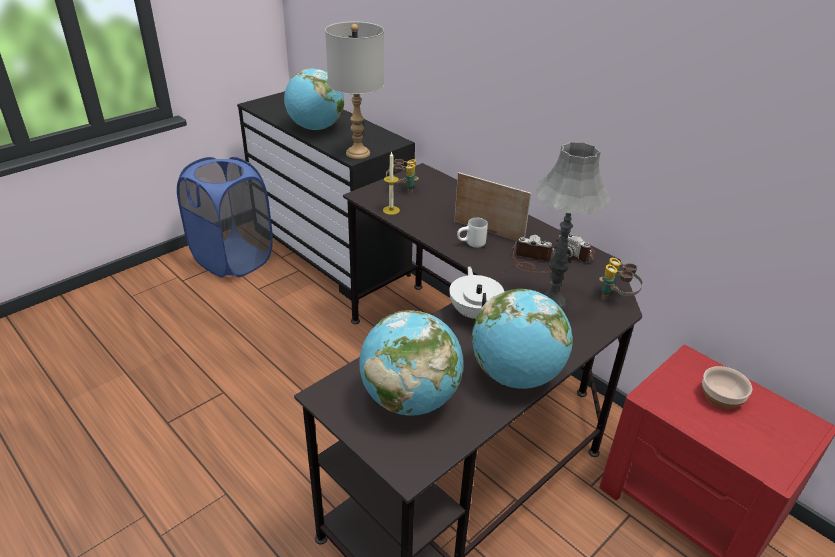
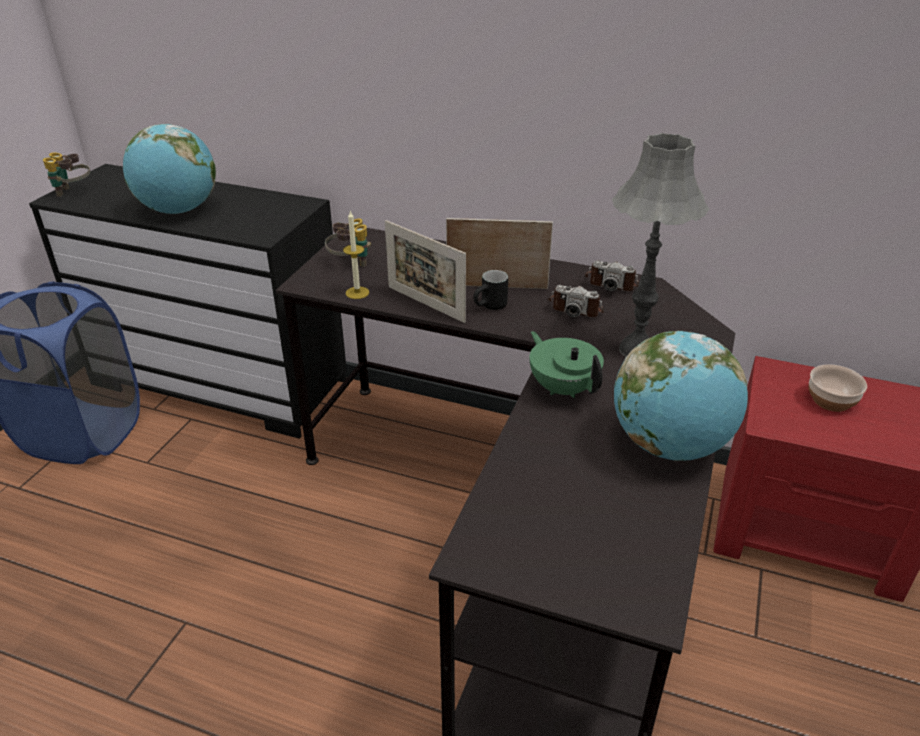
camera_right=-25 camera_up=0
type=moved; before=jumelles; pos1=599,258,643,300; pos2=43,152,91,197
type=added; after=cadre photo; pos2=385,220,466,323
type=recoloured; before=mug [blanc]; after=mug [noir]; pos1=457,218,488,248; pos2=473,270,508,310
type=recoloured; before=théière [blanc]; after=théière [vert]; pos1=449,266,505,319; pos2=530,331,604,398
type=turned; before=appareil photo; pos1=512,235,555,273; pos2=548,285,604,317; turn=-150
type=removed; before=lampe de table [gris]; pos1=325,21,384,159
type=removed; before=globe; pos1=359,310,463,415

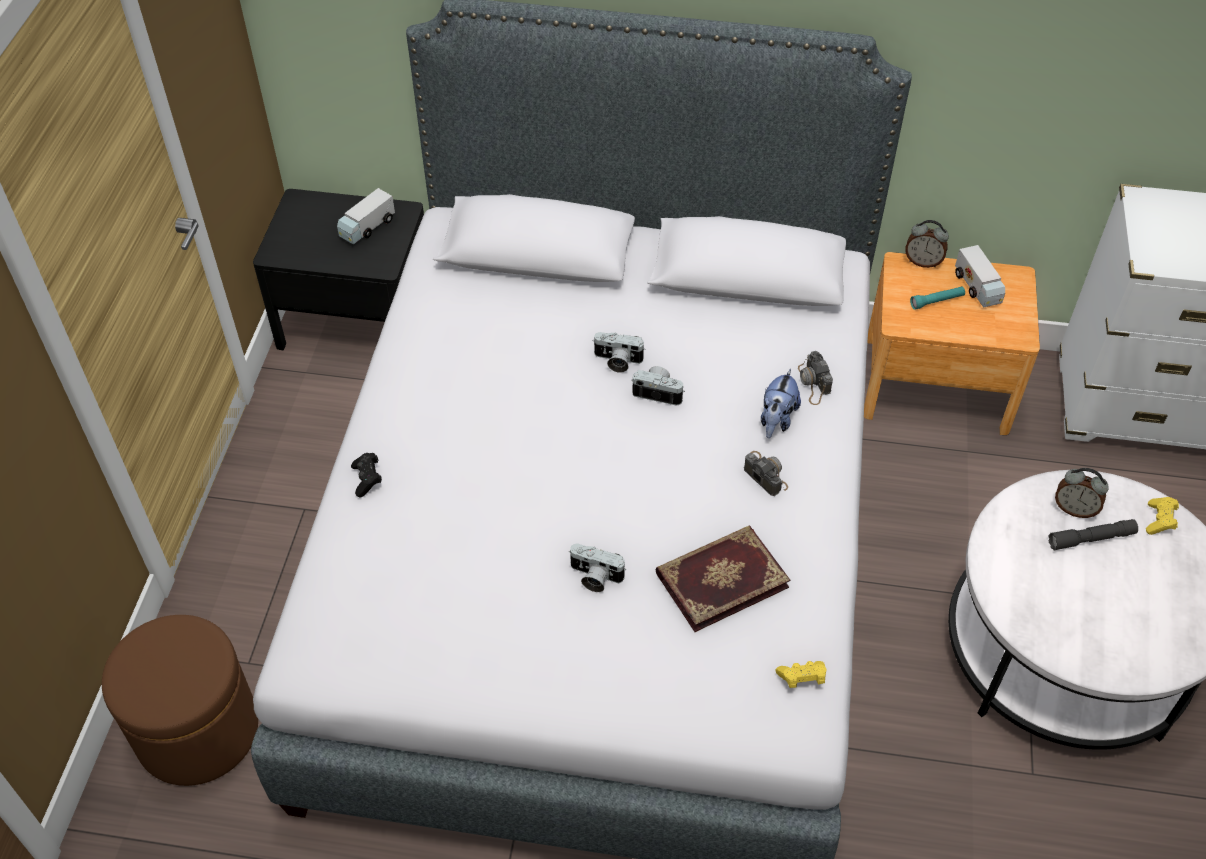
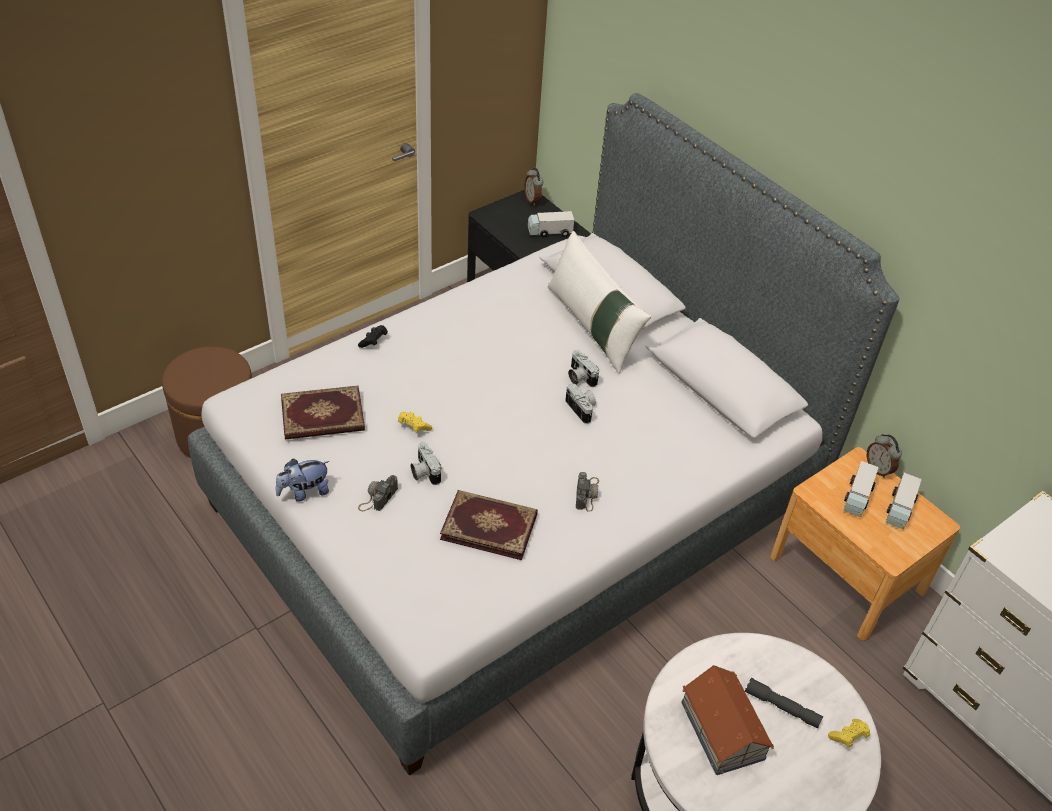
camera_right=40 camera_up=-5
type=moved; before=peluche; pos1=761,369,801,438; pos2=276,459,329,502
type=added; after=livre; pos2=281,385,365,440
type=moved; before=appareil photo; pos1=798,351,833,405; pos2=358,475,398,511
type=moved; before=manette [jaune]; pos1=775,661,827,688; pos2=398,412,432,432
type=moved; before=réveil; pos1=1055,468,1109,518; pos2=524,168,543,206
type=added; after=coussin [blanc]; pos2=548,231,651,374
type=added; after=maison miniature; pos2=681,665,774,775
type=replaced; before=lampe de poche [turquoise]; after=camion jouet; pos1=910,286,965,310; pos2=843,461,879,517

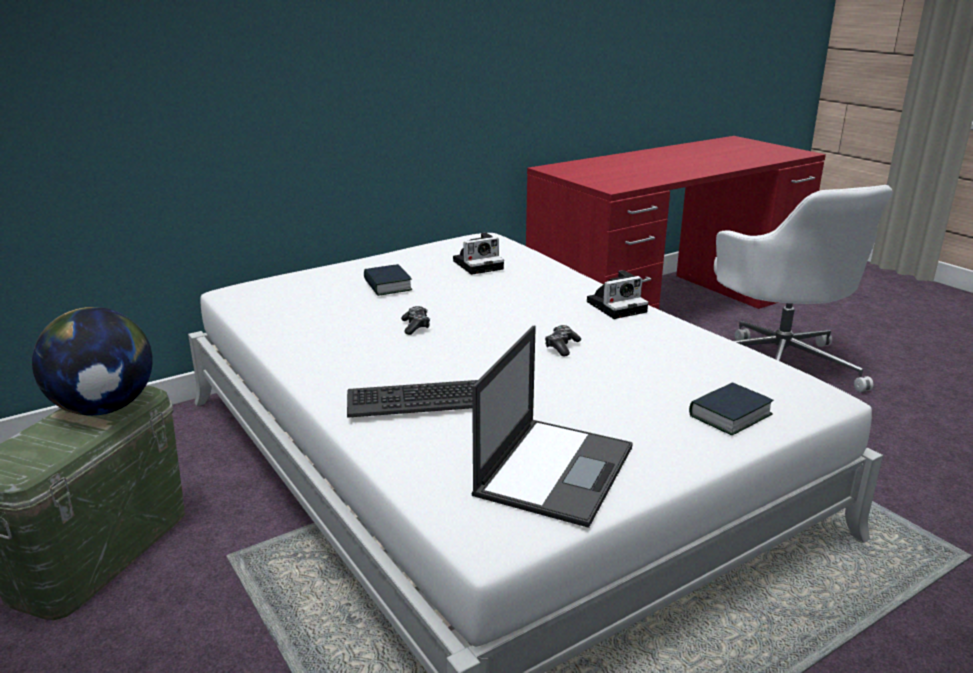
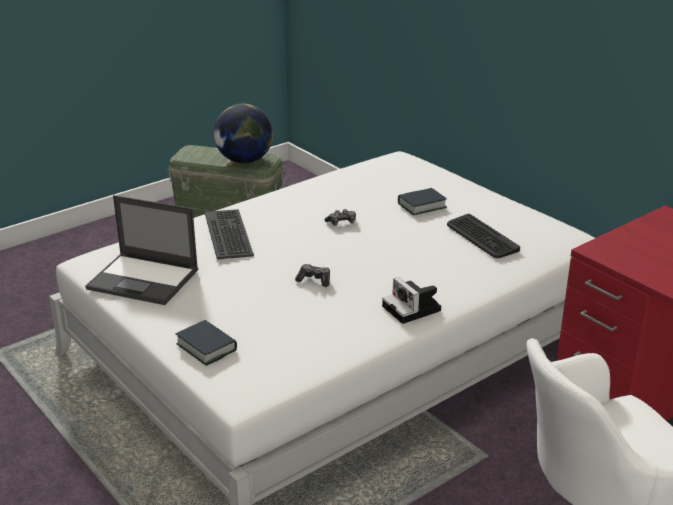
camera_right=85 camera_up=5
type=replaced; before=appareil photo; after=clavier; pos1=453,232,504,275; pos2=447,214,520,258

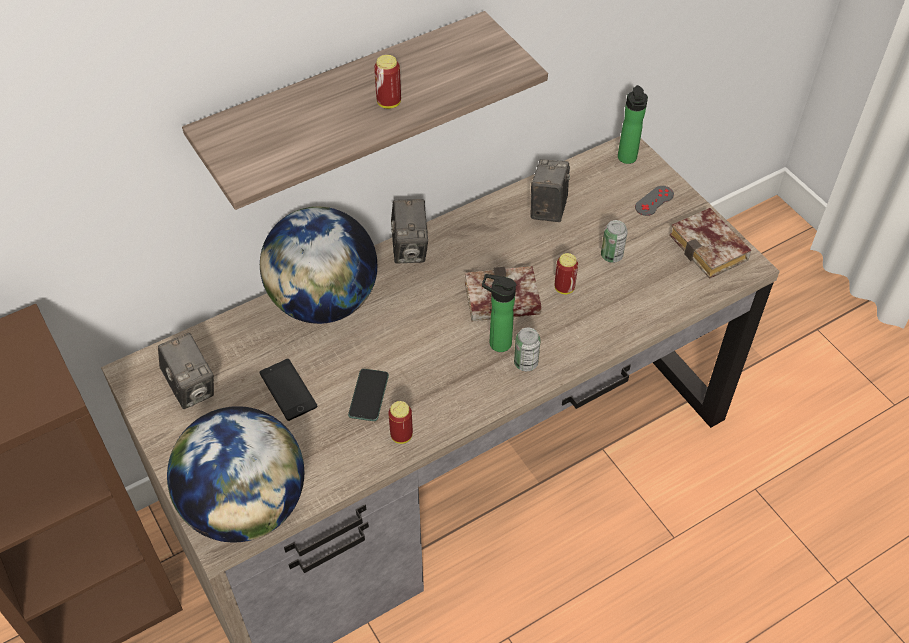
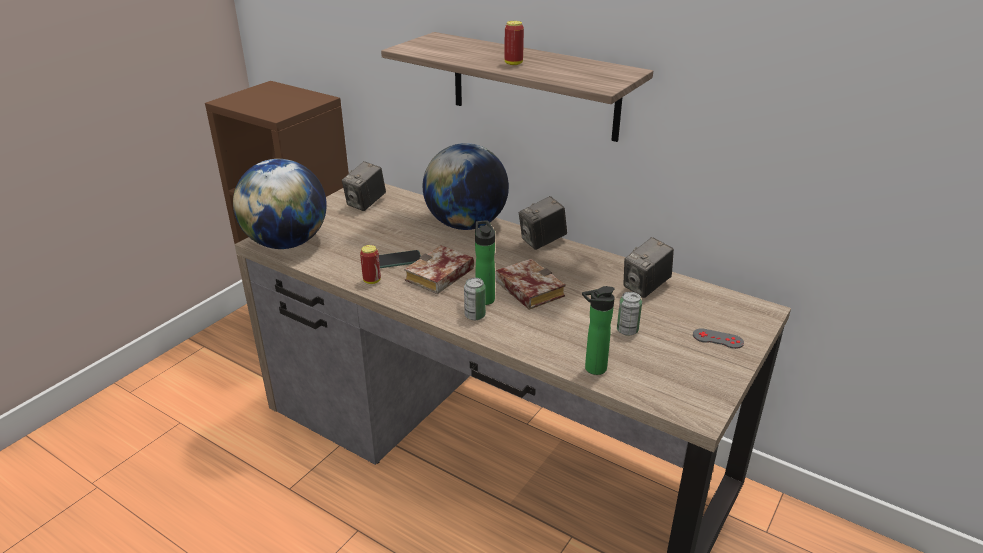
camera_right=65 camera_up=-20
type=moved; before=livre; pos1=669,208,751,279; pos2=404,246,474,294
type=moved; before=bouteille; pos1=618,85,648,164; pos2=582,286,615,375
type=turned; before=appareil photo; pos1=531,159,570,222; pos2=623,237,674,298; turn=150
type=removed; before=téléphone; pos1=260,359,317,421
type=removed; before=boîte métallique; pos1=555,253,578,294

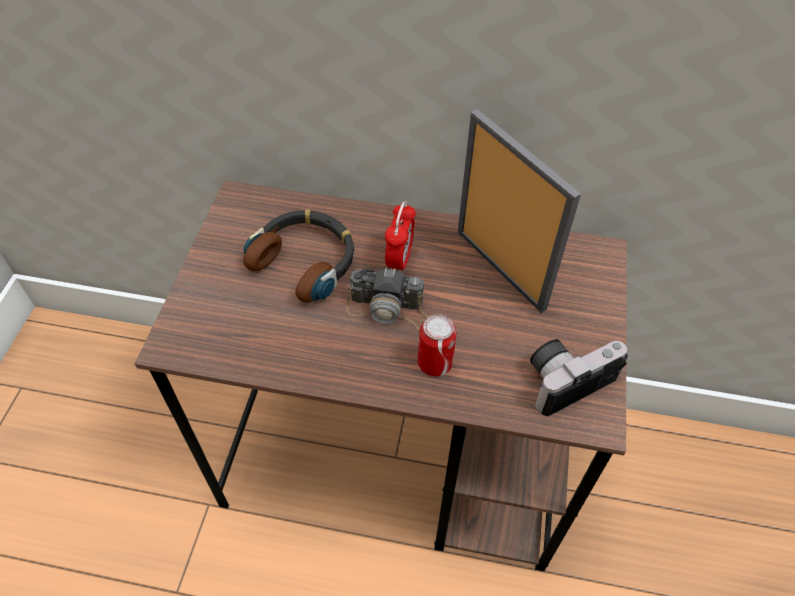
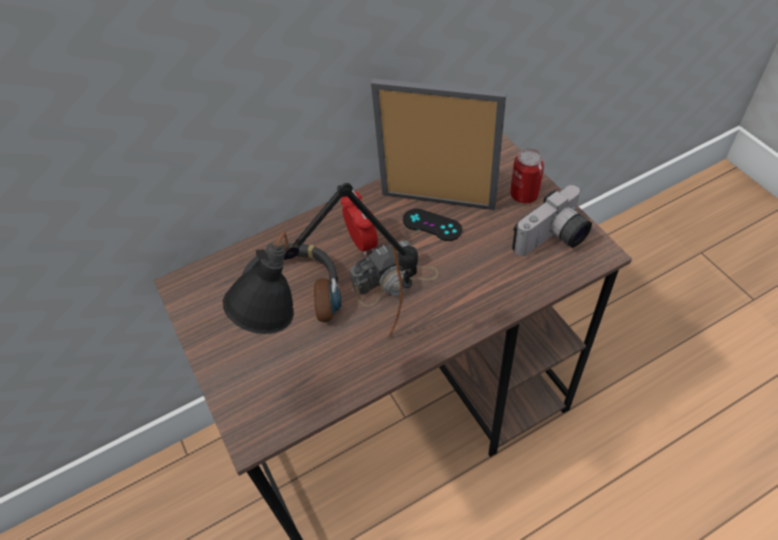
camera_right=-35 camera_up=0
type=added; after=lampe de table [noir]; pos2=222,183,418,338
type=added; after=manette [noir]; pos2=403,208,462,241
type=moved; before=boîte métallique; pos1=418,314,456,376; pos2=510,148,544,203
type=turned; before=appareil photo; pos1=530,339,628,416; pos2=512,185,592,256; turn=-150

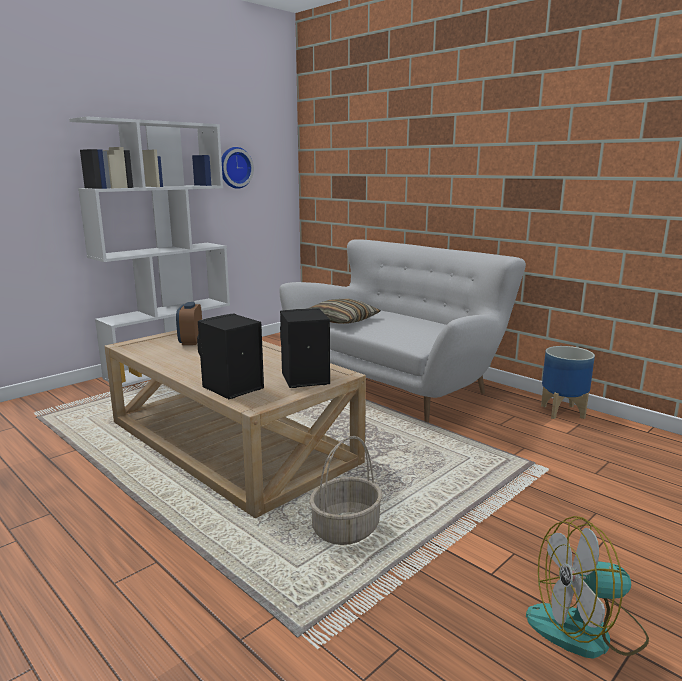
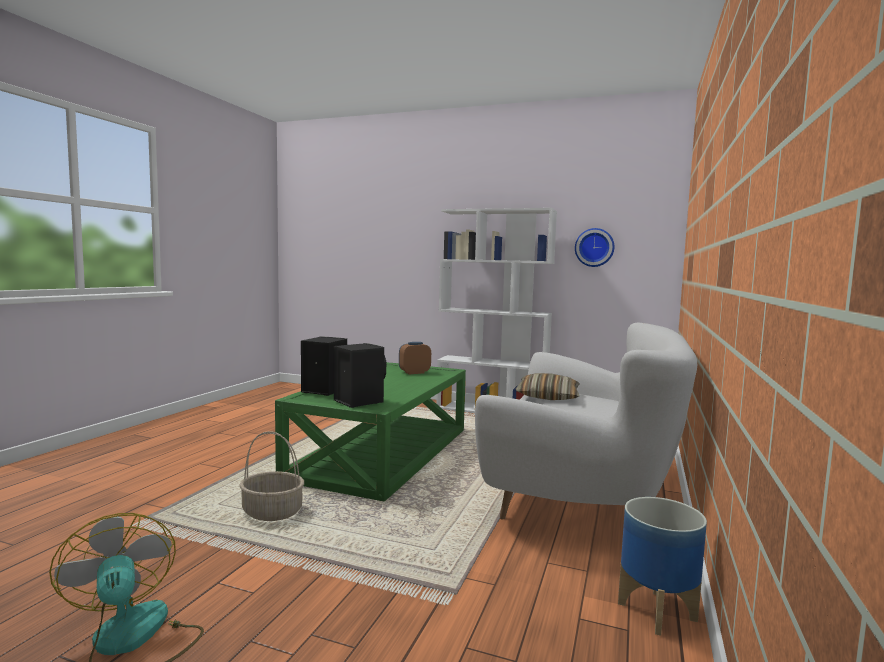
camera_right=65 camera_up=-10
type=recoloured; before=table basse [beige]; after=table basse [vert]; pos1=105,330,366,518; pos2=275,362,466,501

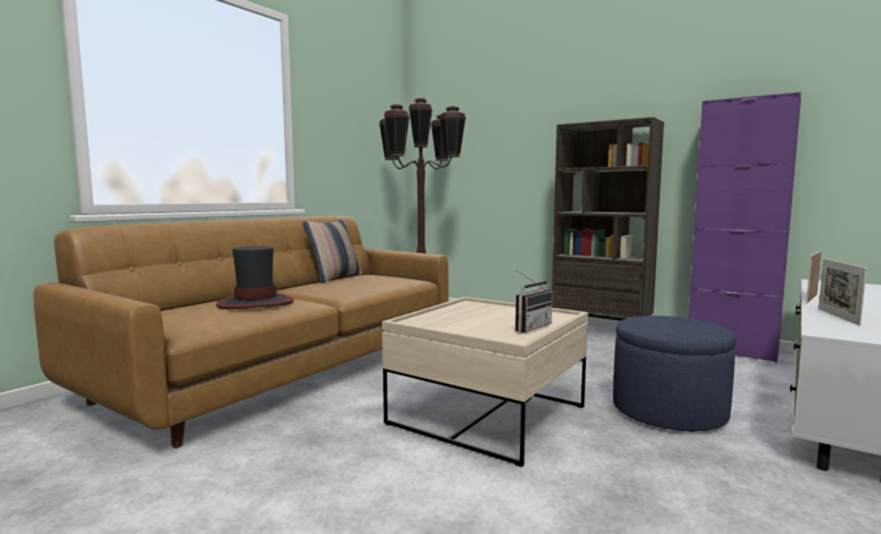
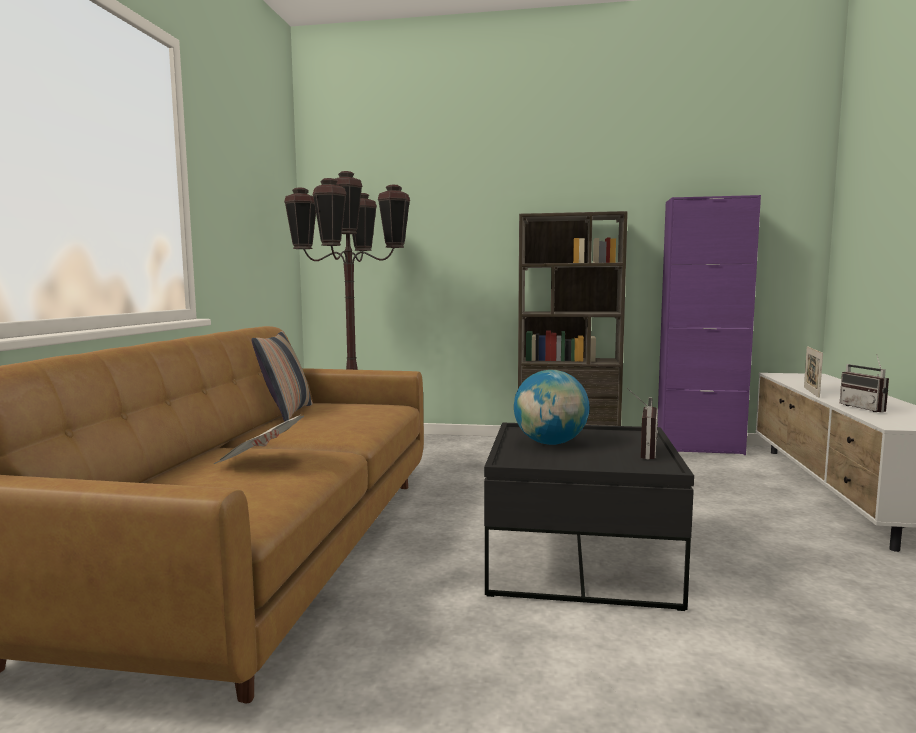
camera_right=-25 camera_up=0
type=replaced; before=chapeau; after=journal; pos1=216,246,294,309; pos2=214,415,304,464
type=recoloured; before=table basse [beige]; after=table basse [noir]; pos1=382,297,588,467; pos2=484,422,694,611
type=added; after=globe; pos2=514,370,589,445
type=replaced; before=cadre photo; after=radio; pos1=818,259,867,326; pos2=840,354,889,413
type=removed; before=pouf [bleu]; pos1=613,316,736,432

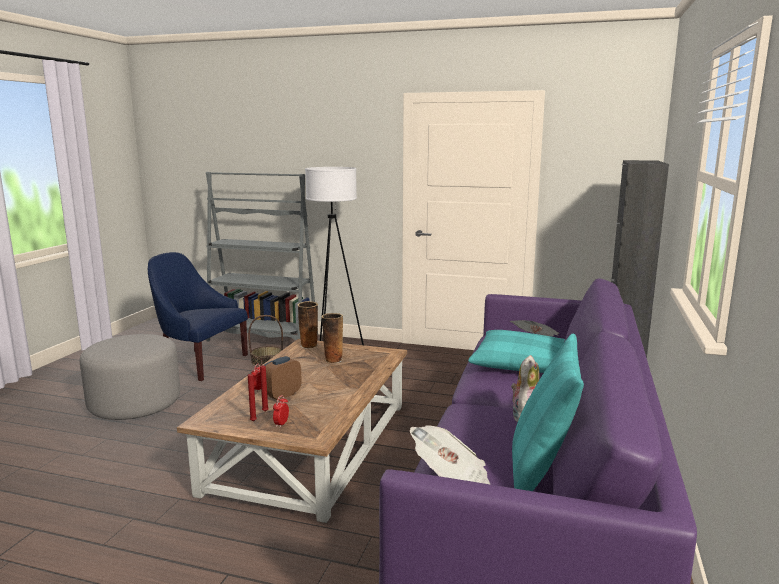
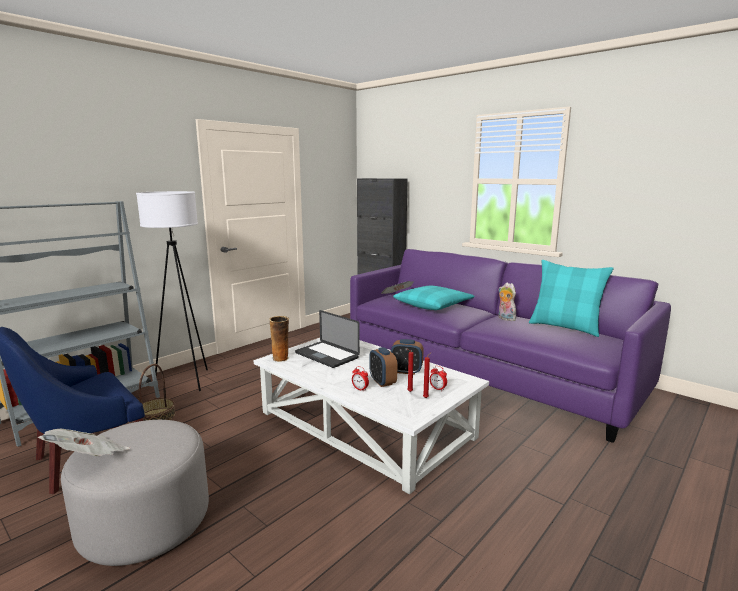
camera_right=-65 camera_up=0
type=moved; before=journal; pos1=410,425,491,485; pos2=38,429,130,456
type=recoloured; before=table basse [marron]; after=table basse [blanc]; pos1=177,339,407,523; pos2=254,338,489,494
type=replaced; before=vase; after=ordinateur portable; pos1=321,313,343,363; pos2=295,310,360,368
type=added; after=réveil; pos2=390,339,424,375

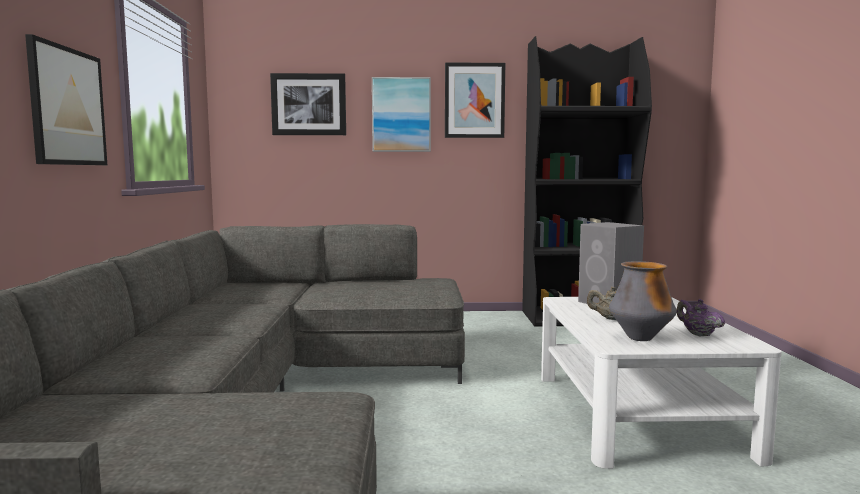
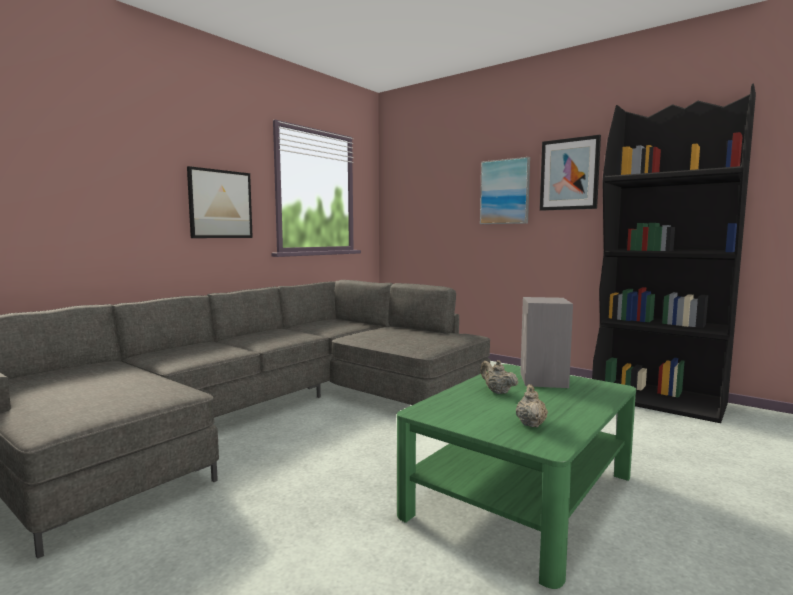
camera_right=40 camera_up=0
type=recoloured; before=table basse [blanc]; after=table basse [vert]; pos1=541,297,782,469; pos2=397,364,636,589
type=recoloured; before=théière [violet]; after=théière [beige]; pos1=676,299,725,337; pos2=516,384,548,427
type=removed; before=tableau; pos1=270,73,346,135
type=removed; before=vase; pos1=609,261,677,341

